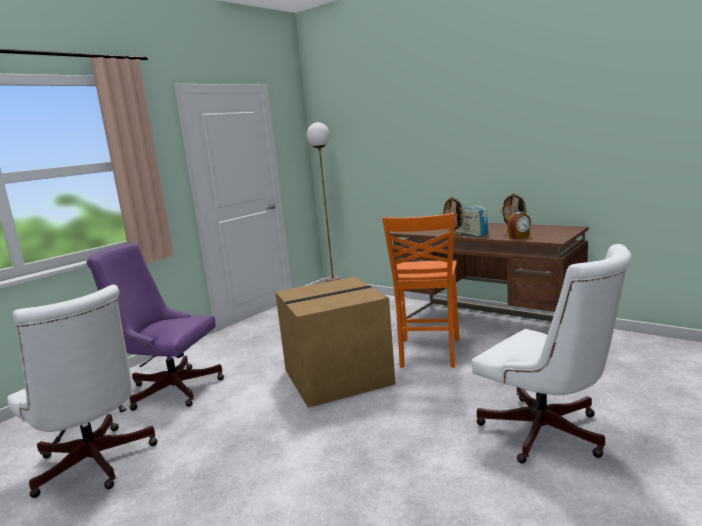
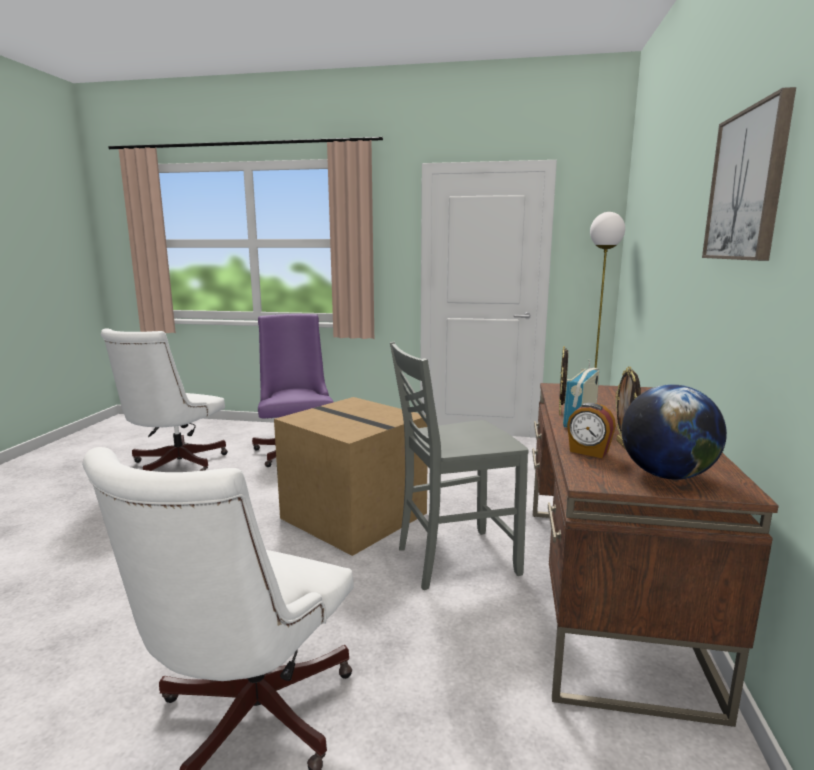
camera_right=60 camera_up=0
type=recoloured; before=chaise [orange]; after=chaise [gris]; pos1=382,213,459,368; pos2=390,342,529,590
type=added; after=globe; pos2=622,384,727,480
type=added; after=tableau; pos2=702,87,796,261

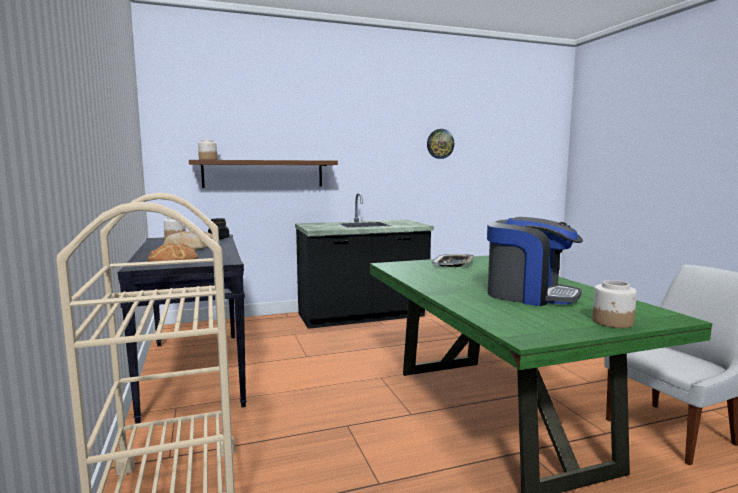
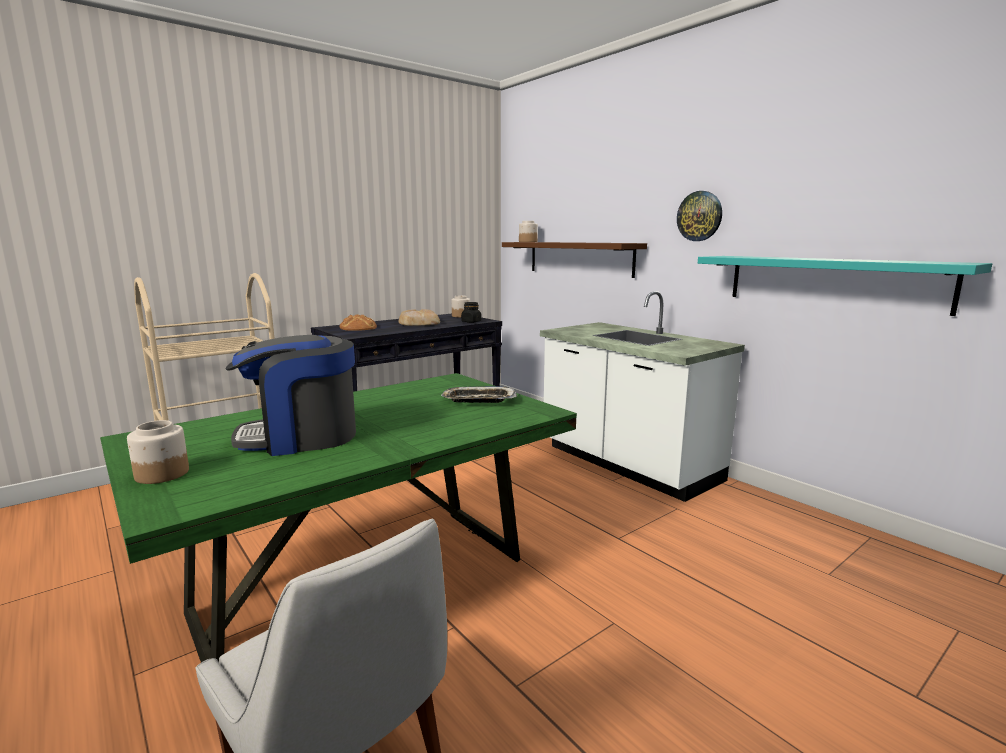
camera_right=70 camera_up=5
type=turned; before=machine à café; pos1=487,217,583,306; pos2=226,335,356,456; turn=60
type=recoloured; before=comptoir de cuisine [noir]; after=comptoir de cuisine [blanc]; pos1=295,193,434,329; pos2=540,291,745,502
type=moved; before=horloge murale; pos1=427,129,454,159; pos2=677,191,722,241
type=added; after=étagère [turquoise]; pos2=698,256,992,316

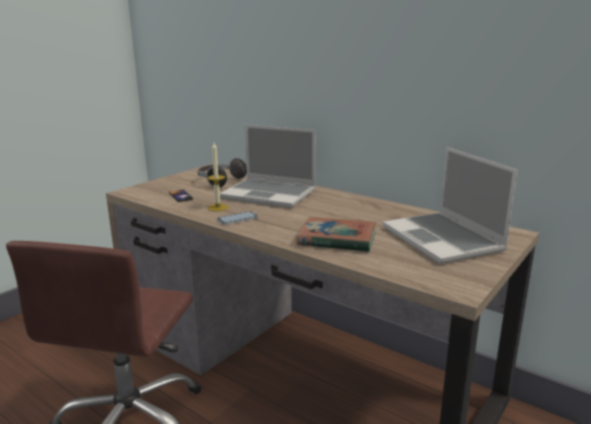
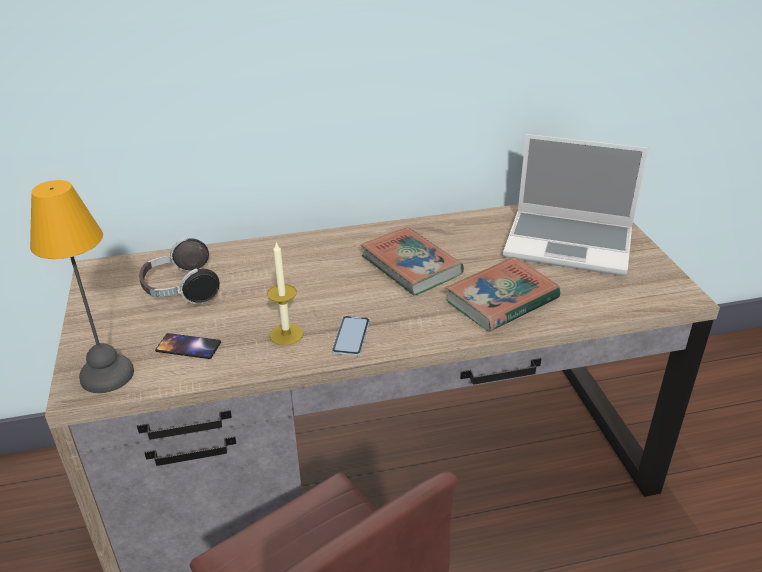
camera_right=-50 camera_up=15
type=added; after=lampe de table; pos2=30,180,134,393
type=added; after=livre; pos2=361,227,464,296
type=removed; before=ordinateur portable; pos1=220,125,316,208

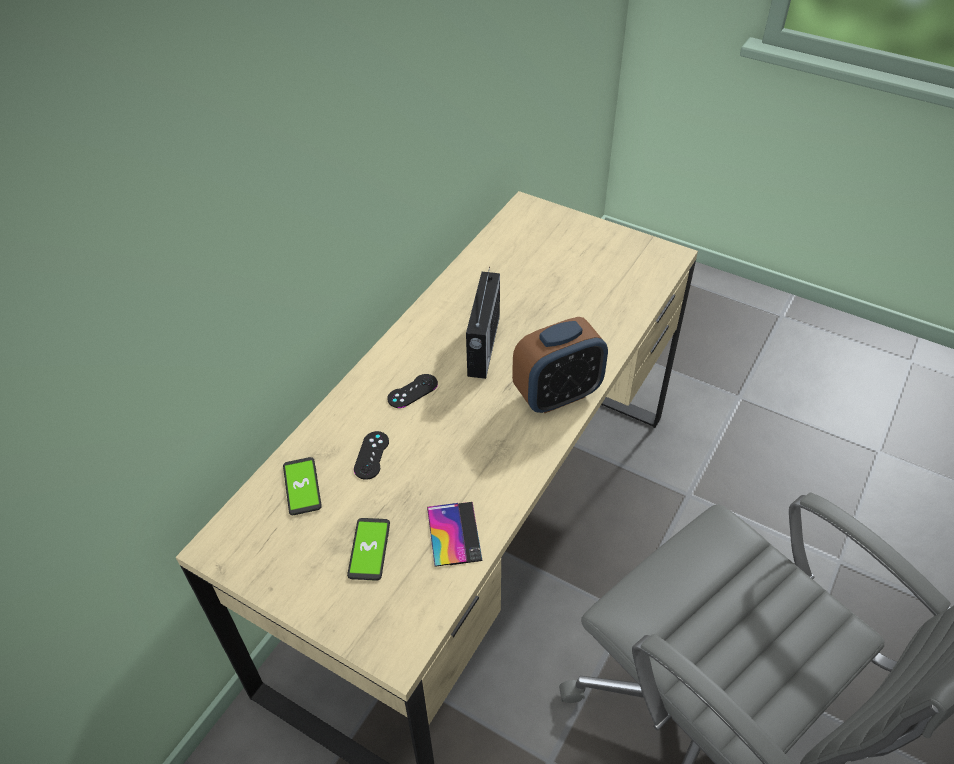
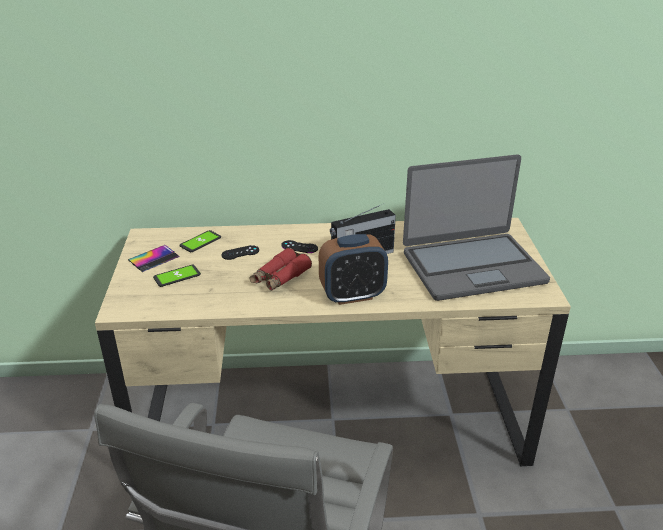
camera_right=55 camera_up=-15
type=moved; before=téléphone; pos1=427,502,483,567; pos2=128,245,180,272
type=added; after=jumelles [rouge]; pos2=250,248,312,291
type=turned; before=réveil; pos1=512,317,608,413; pos2=319,234,388,305; turn=-45
type=added; after=ordinateur portable; pos2=403,155,550,301

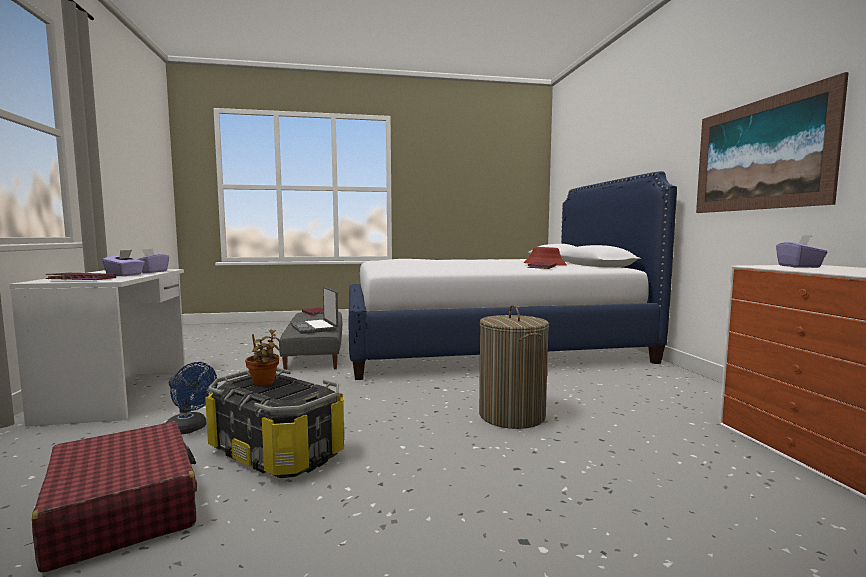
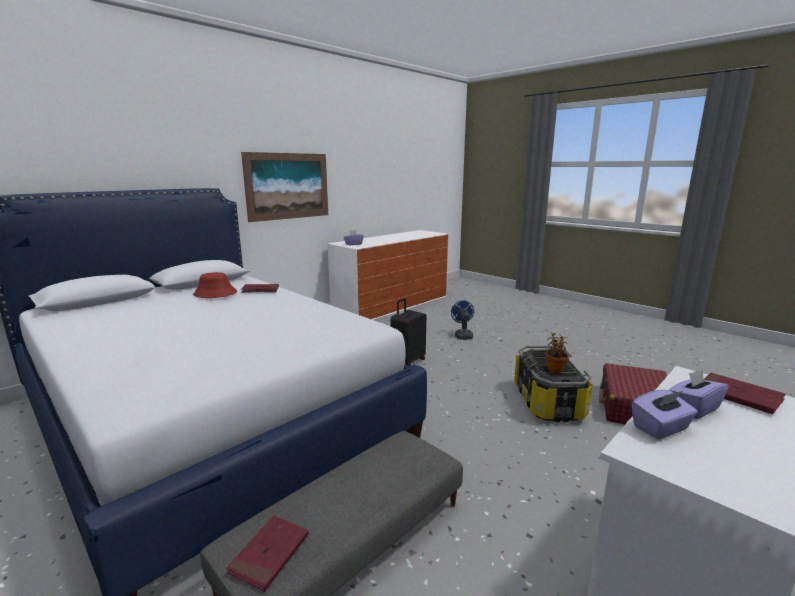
camera_right=-125 camera_up=10
type=replaced; before=panier à linge; after=valise [noir]; pos1=479,305,549,429; pos2=390,298,426,366
type=moved; before=ventilateur [bleu]; pos1=166,362,218,434; pos2=451,300,474,340
type=removed; before=ordinateur portable; pos1=290,287,339,334

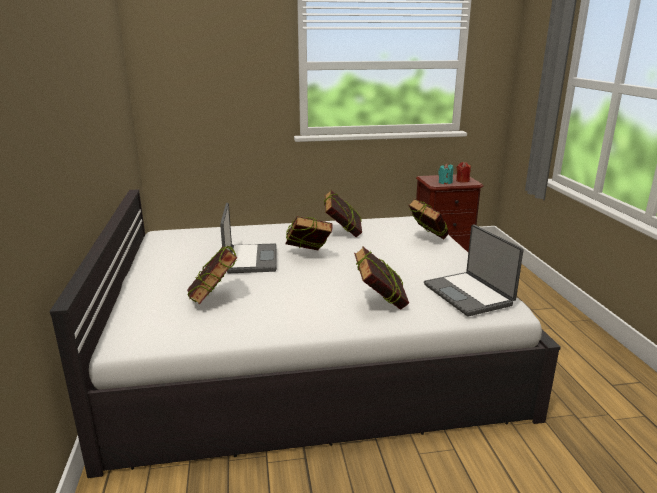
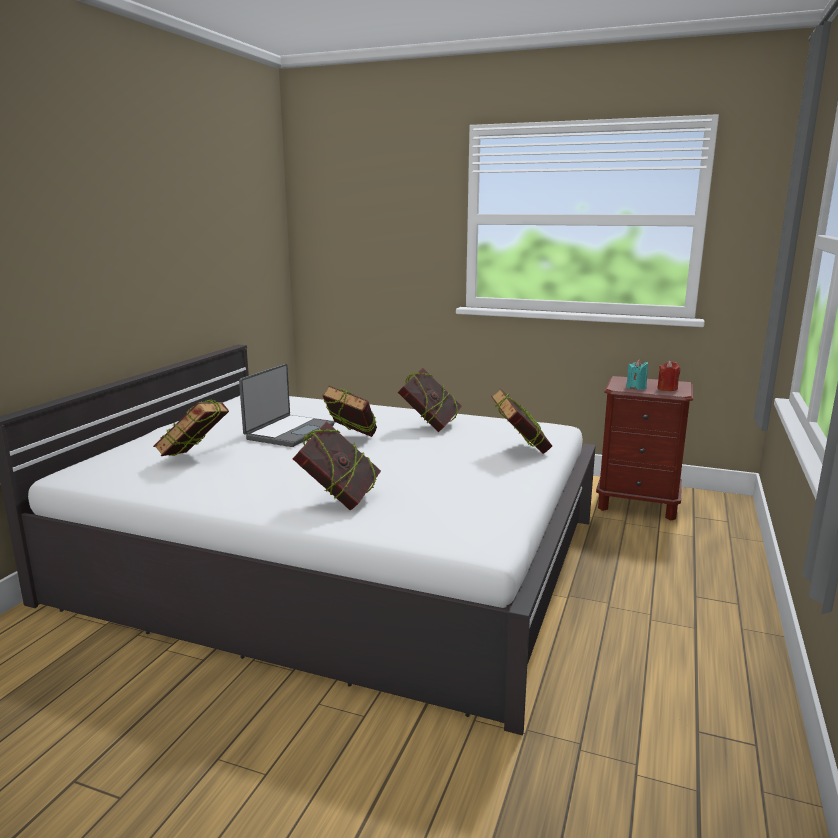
camera_right=30 camera_up=-5
type=removed; before=ordinateur portable; pos1=424,225,523,316

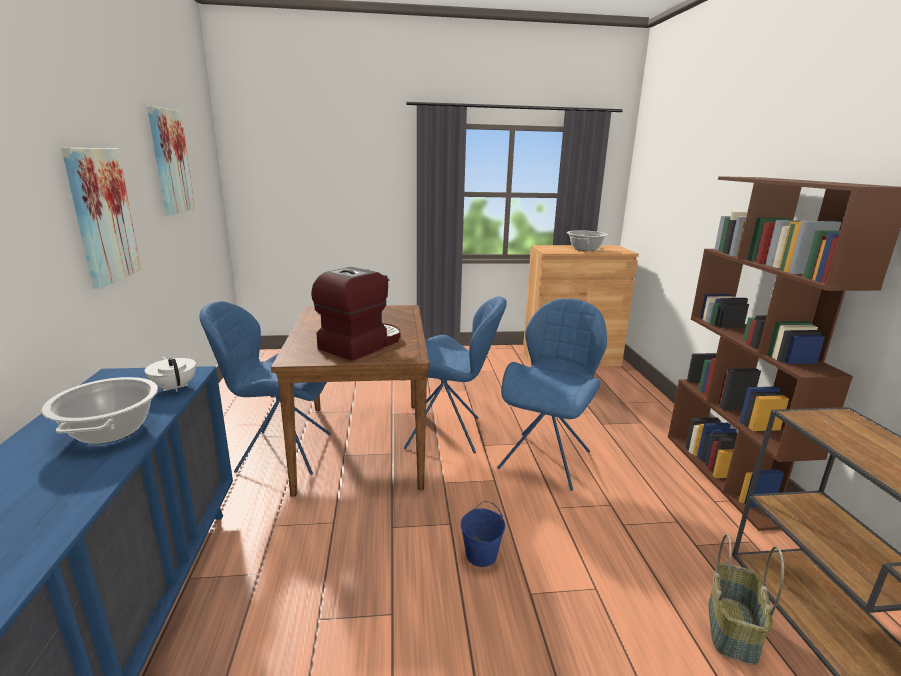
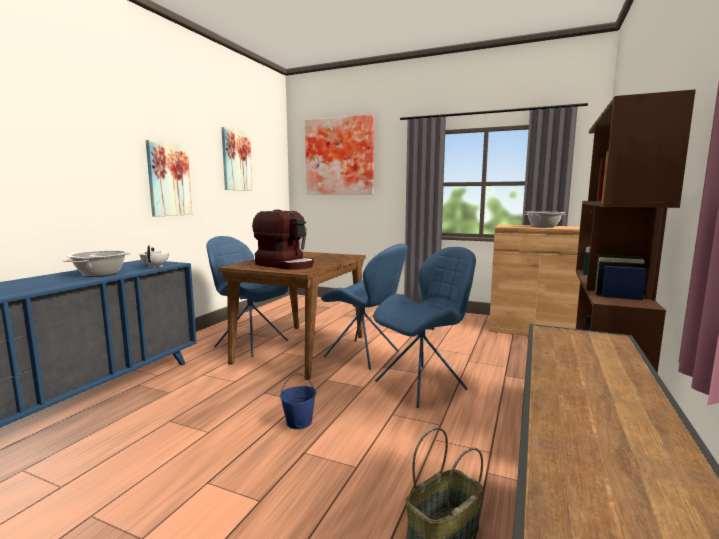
camera_right=30 camera_up=-10
type=turned; before=machine à café; pos1=311,267,400,361; pos2=252,210,314,270; turn=60
type=added; after=tableau; pos2=305,114,374,194

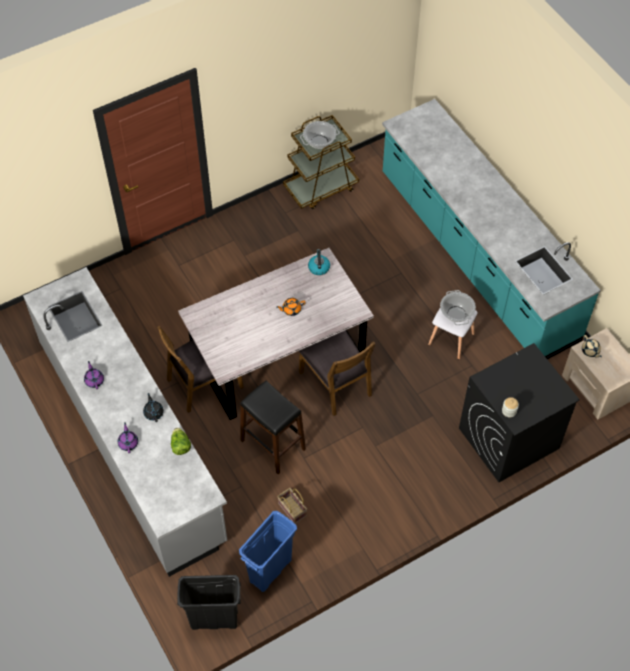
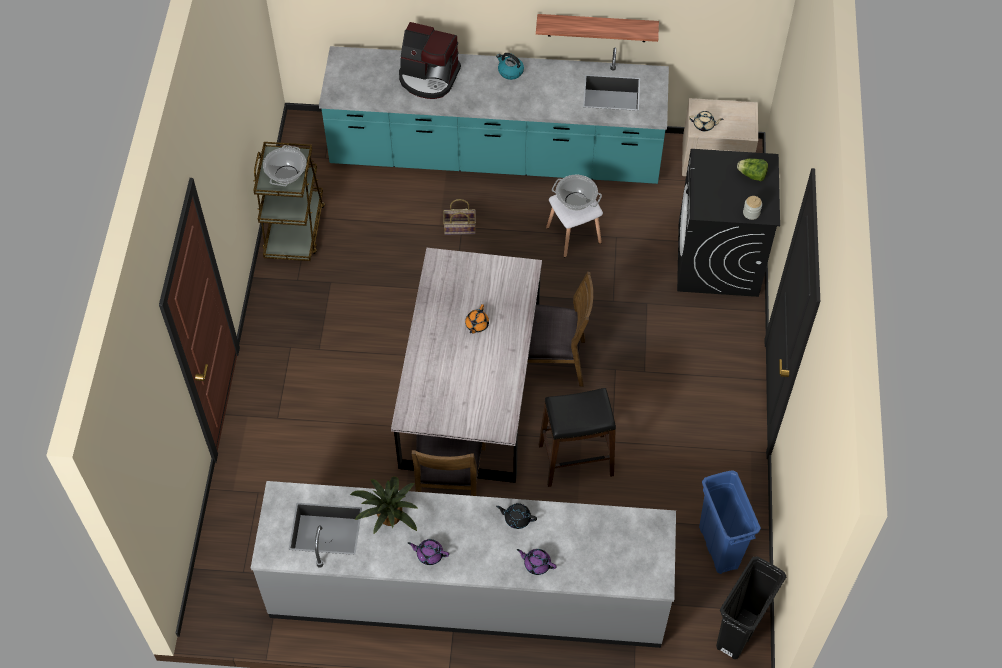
camera_right=-55 camera_up=0
type=added; after=plante en pot; pos2=350,476,419,535
type=added; after=machine à café; pos2=399,22,461,99
type=moved; before=panier; pos1=277,488,307,524; pos2=443,199,476,235
type=moved; before=bouilloire; pos1=308,249,330,275; pos2=496,53,524,80
type=added; after=étagère; pos2=536,14,659,42
type=moved; before=laitue; pos1=171,428,191,455; pos2=737,158,768,181

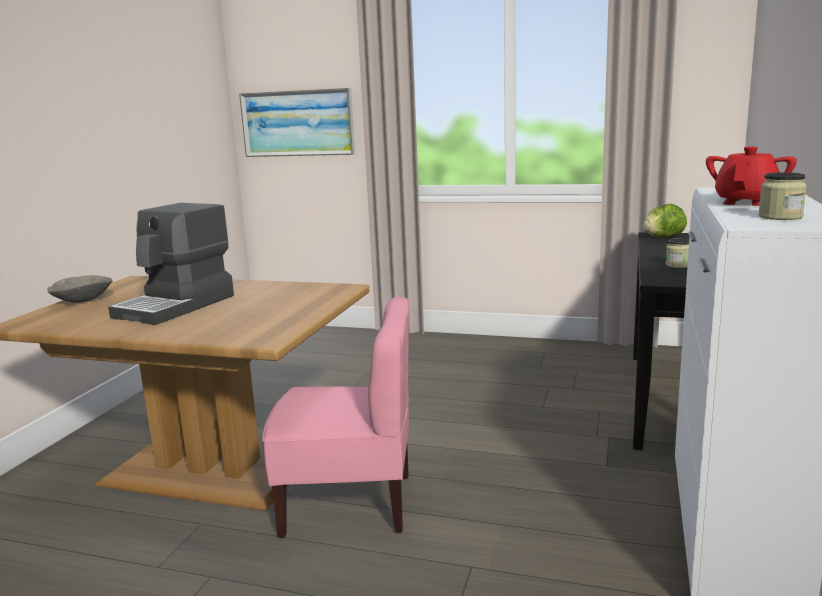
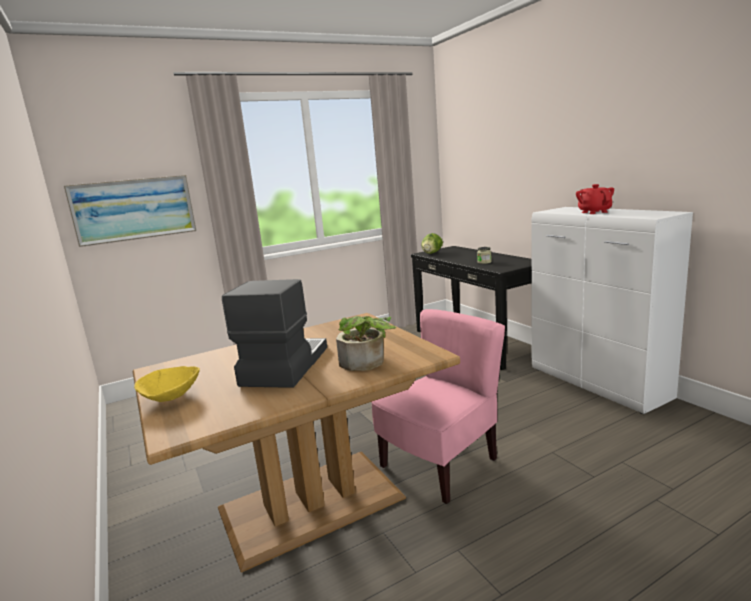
camera_right=-45 camera_up=0
type=recoloured; before=bol [gris]; after=bol [jaune]; pos1=47,275,113,303; pos2=134,366,200,402
type=turned; before=machine à café; pos1=108,203,234,325; pos2=222,279,327,388; turn=-150
type=added; after=plante en pot; pos2=336,316,396,371
type=removed; before=bocal; pos1=758,172,807,220

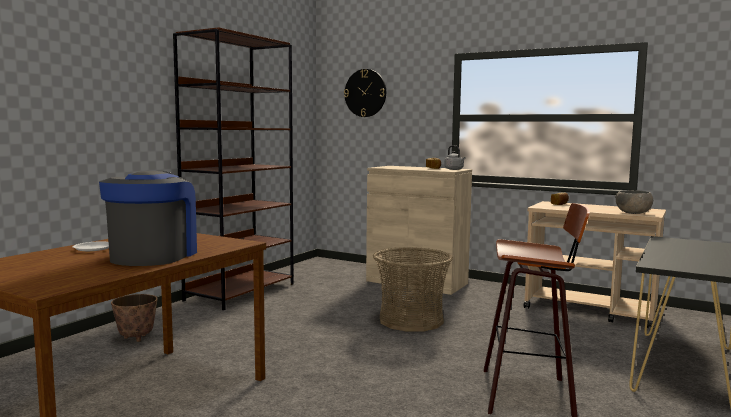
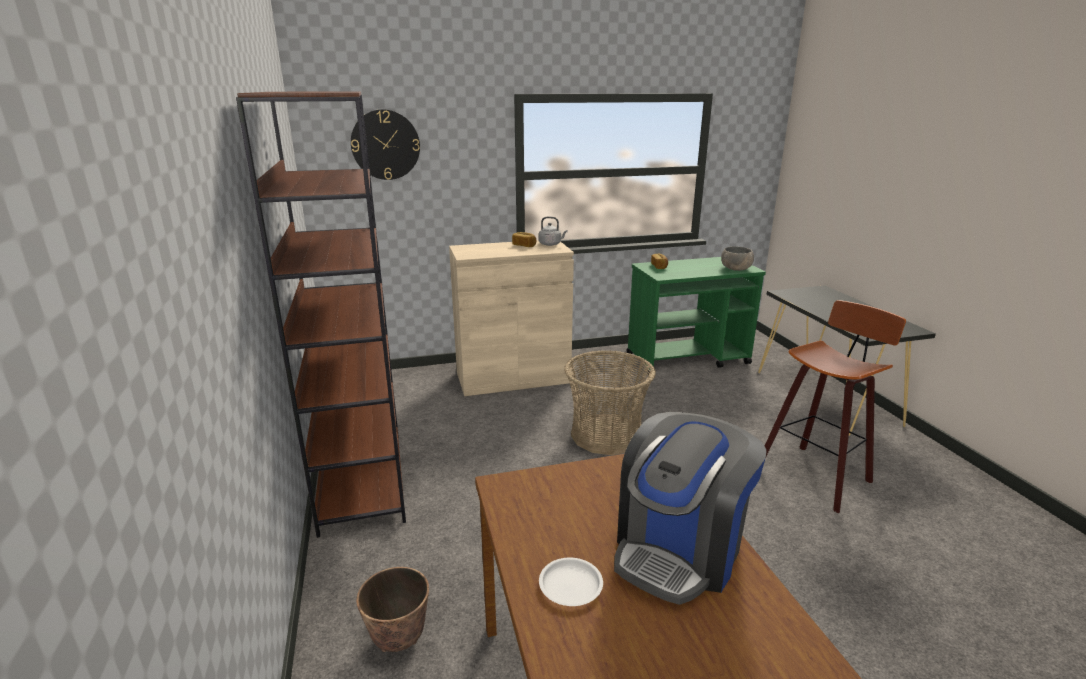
camera_right=-45 camera_up=15
type=turned; before=machine à café; pos1=99,171,197,266; pos2=614,412,767,605; turn=-105
type=recoloured; before=chariot [beige]; after=chariot [vert]; pos1=524,201,666,328; pos2=626,257,766,375

